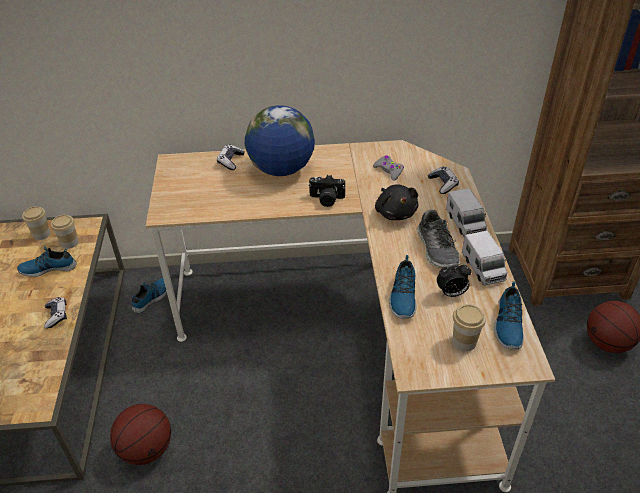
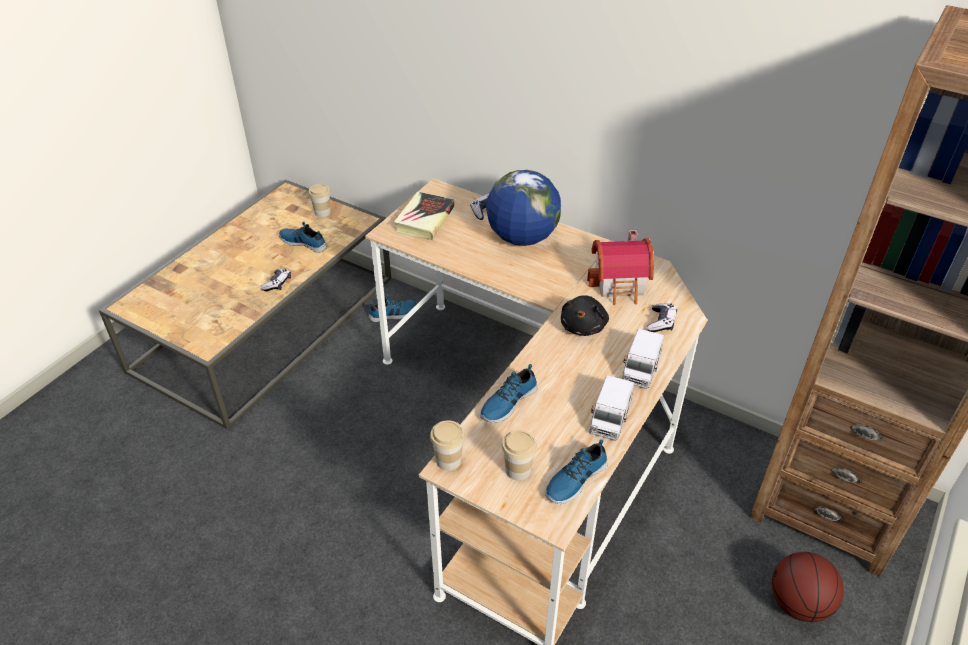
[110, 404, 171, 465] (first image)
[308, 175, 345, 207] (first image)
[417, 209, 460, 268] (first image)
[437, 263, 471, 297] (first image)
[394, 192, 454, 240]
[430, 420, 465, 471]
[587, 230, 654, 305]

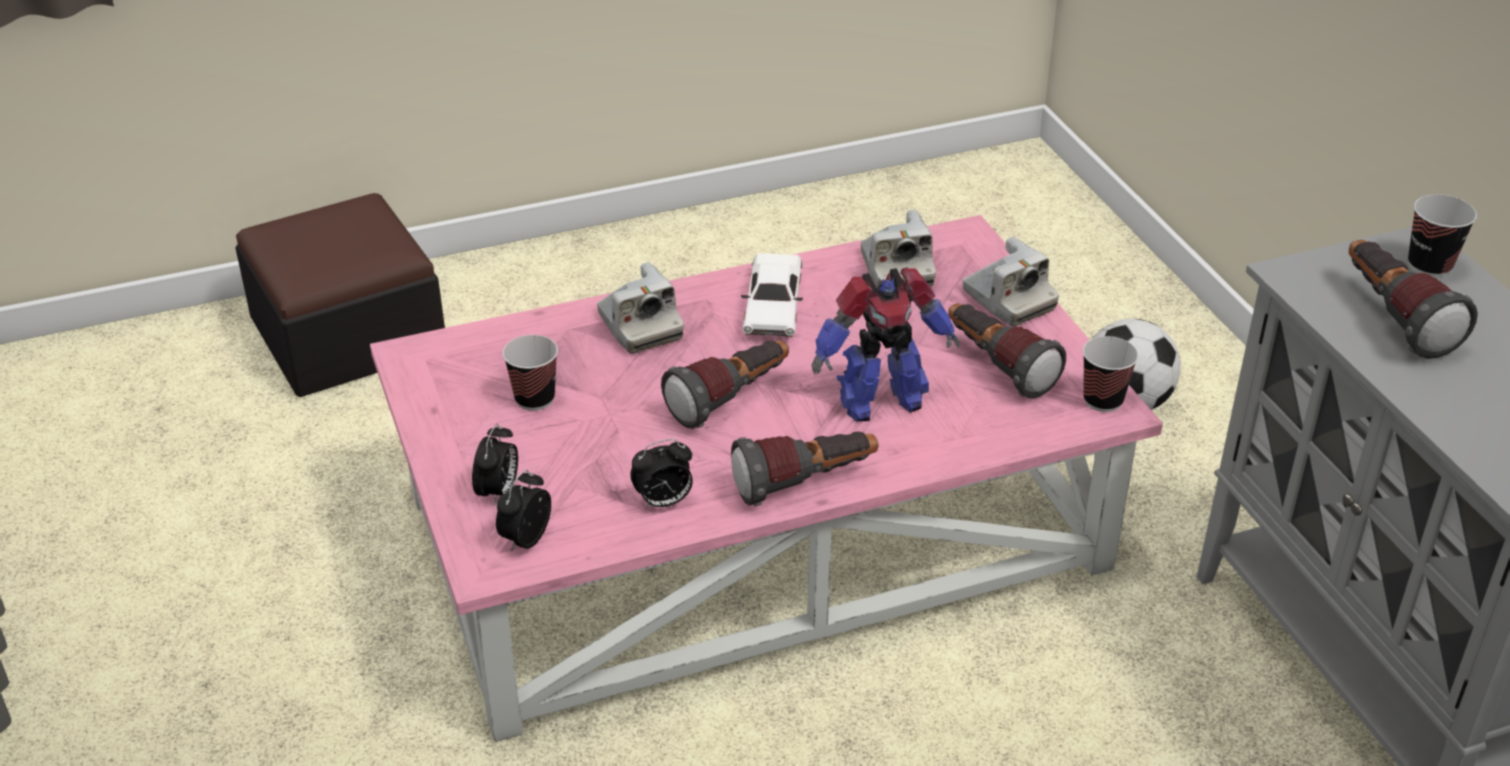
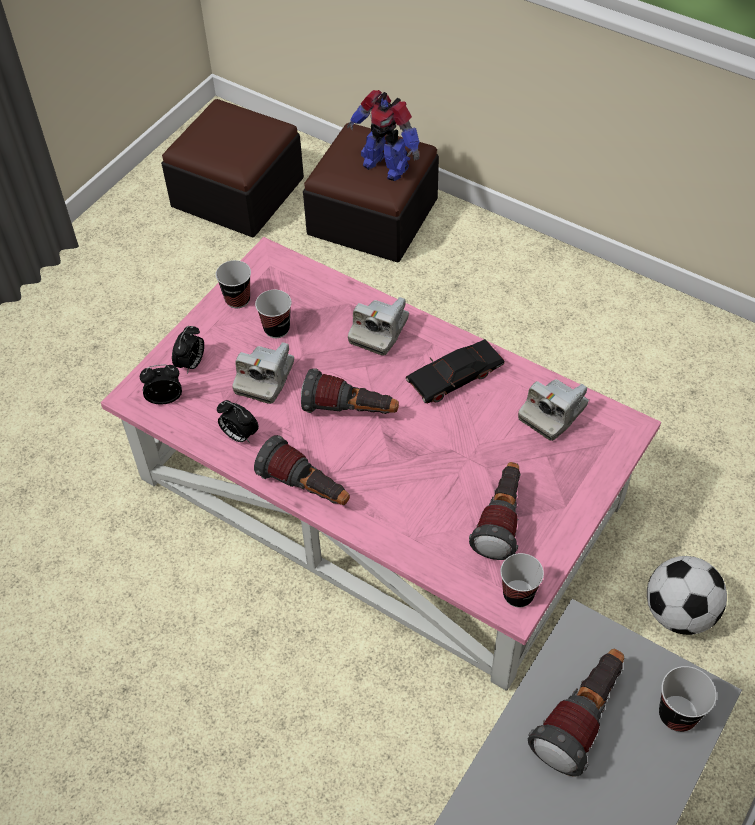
[161, 99, 304, 237]
[216, 260, 251, 308]
[347, 90, 420, 181]
[232, 342, 294, 404]
[406, 339, 505, 404]
[172, 326, 204, 374]

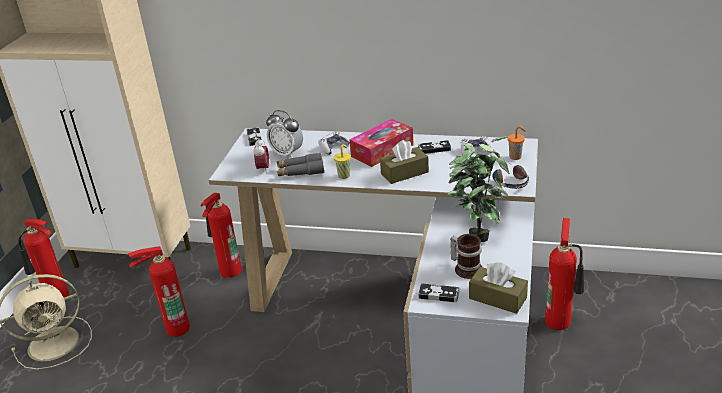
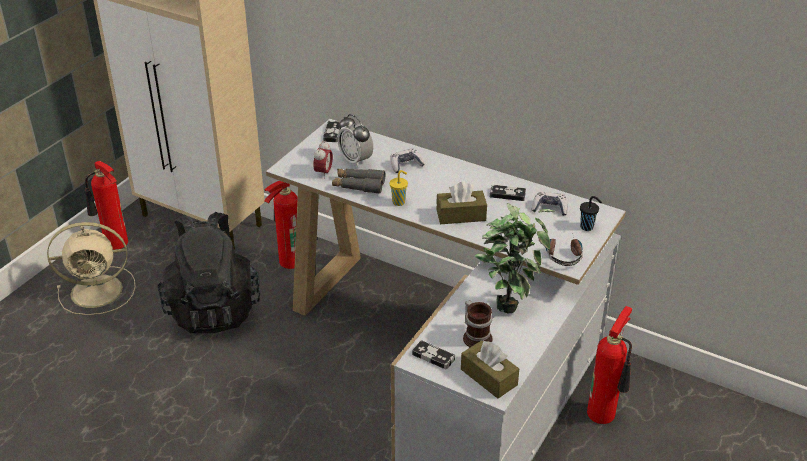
[349, 119, 414, 167] (first image)
[158, 212, 260, 334]
[580, 196, 602, 231]

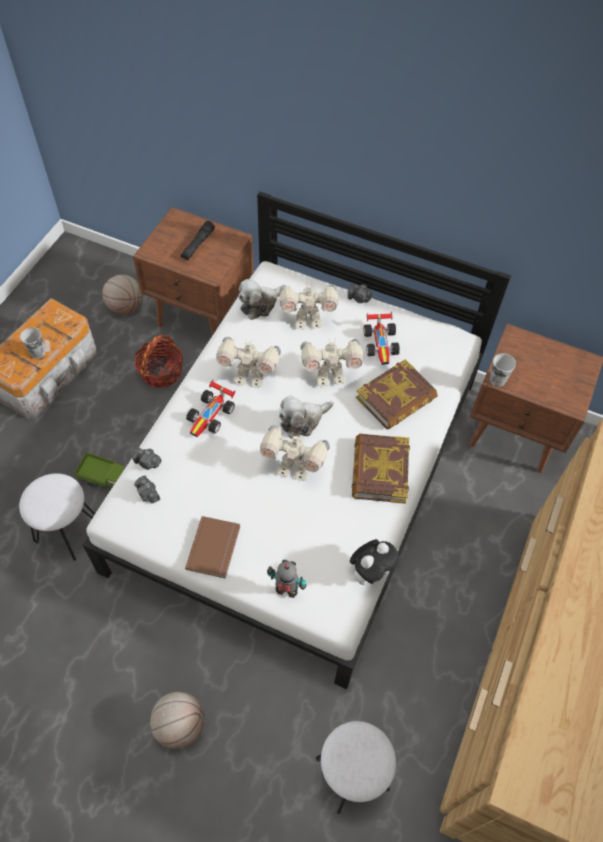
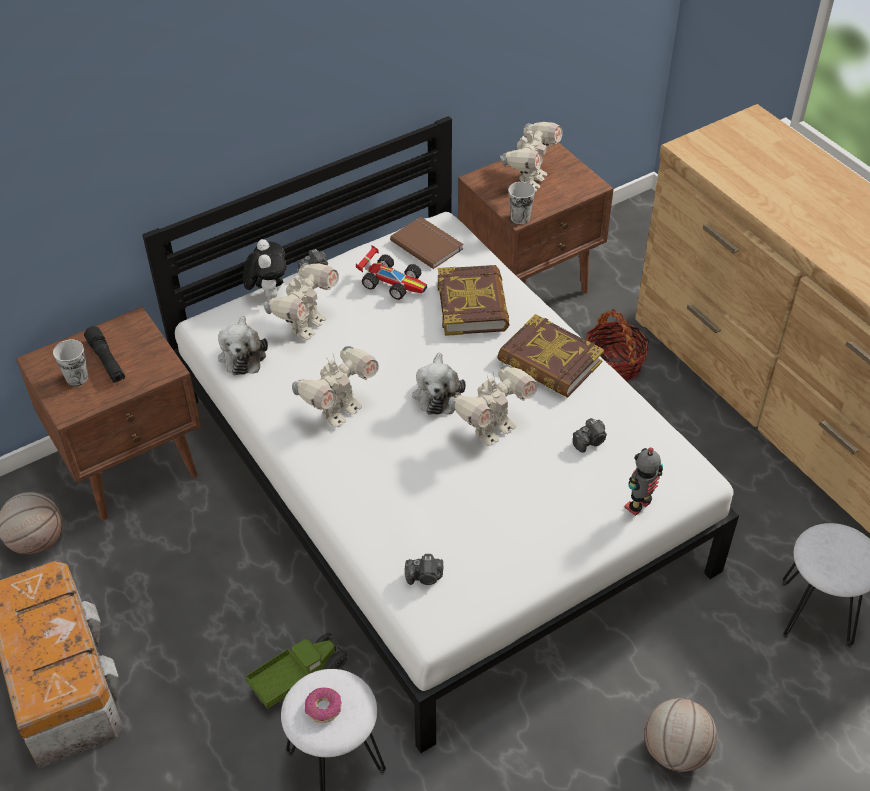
[186, 380, 235, 437] (first image)
[305, 687, 342, 723]
[53, 339, 88, 386]
[573, 418, 607, 453]
[586, 309, 649, 381]
[390, 217, 463, 269]
[500, 122, 563, 192]
[243, 239, 287, 299]

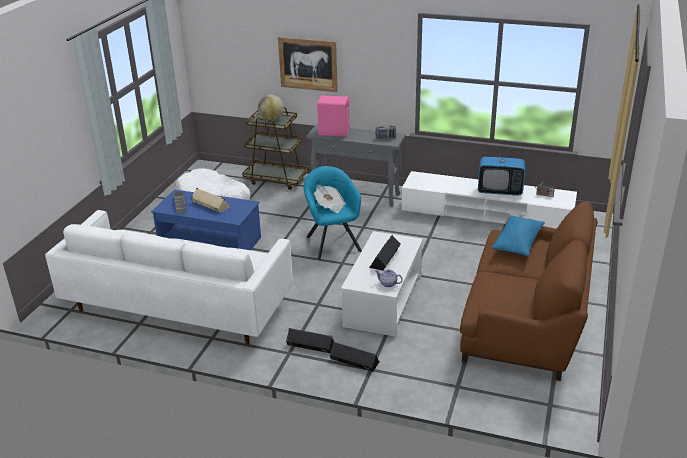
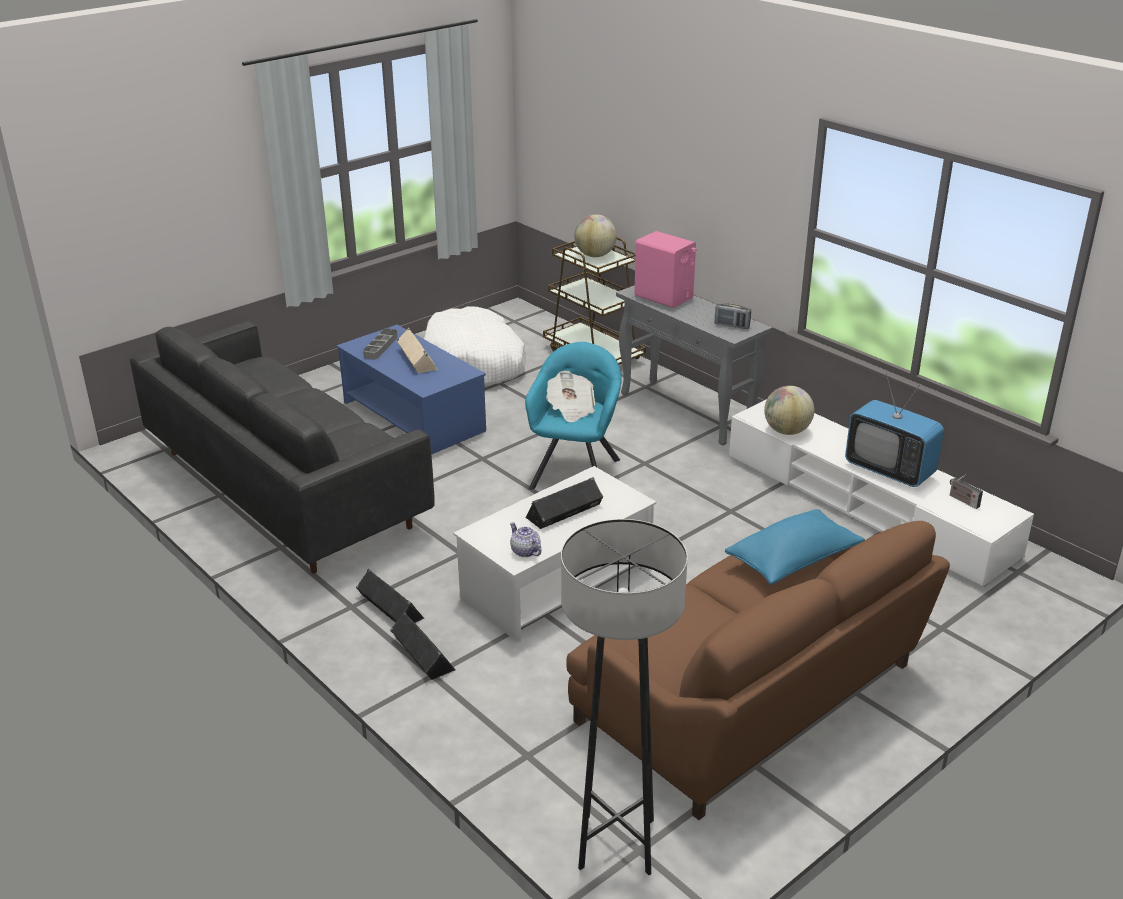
[278, 37, 338, 92] (first image)
[561, 519, 688, 875]
[764, 386, 814, 435]
[130, 321, 435, 574]

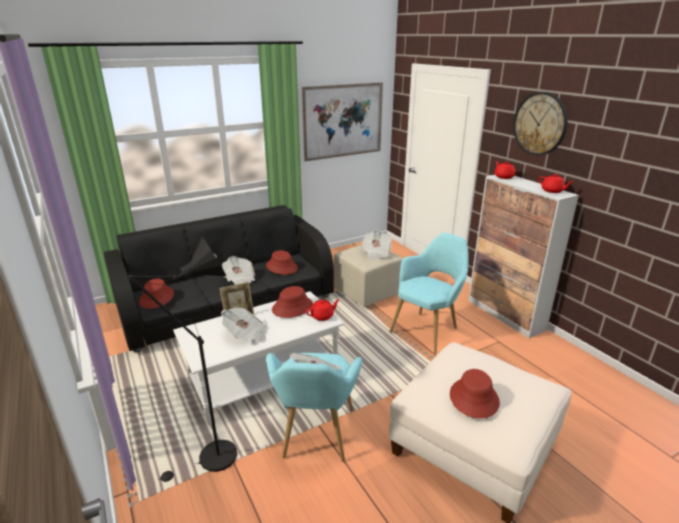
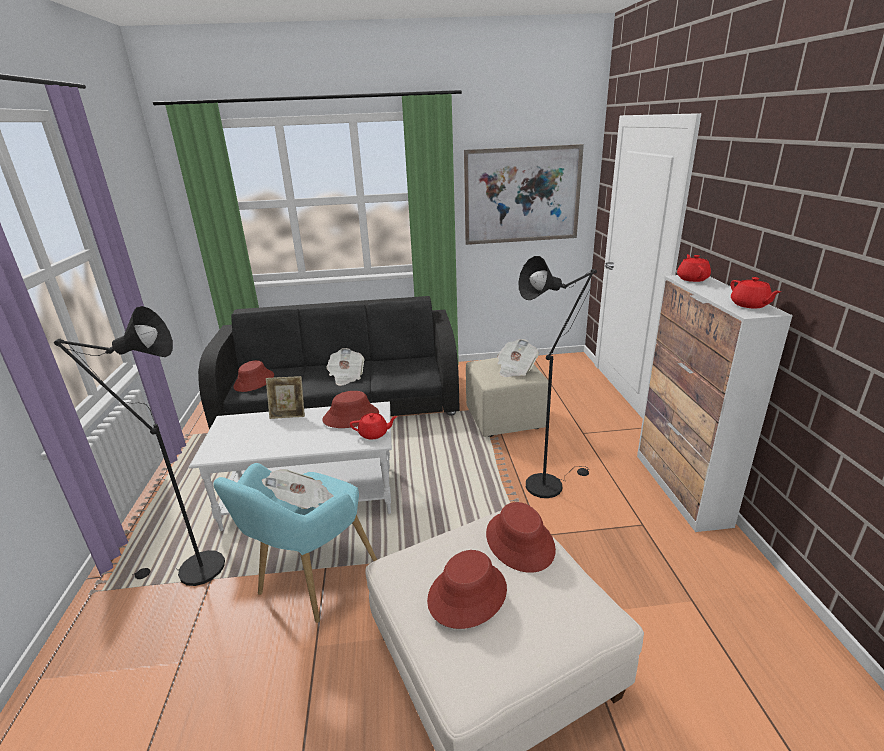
[221, 308, 266, 343] (first image)
[513, 92, 568, 155] (first image)
[486, 502, 556, 573]
[518, 256, 598, 498]

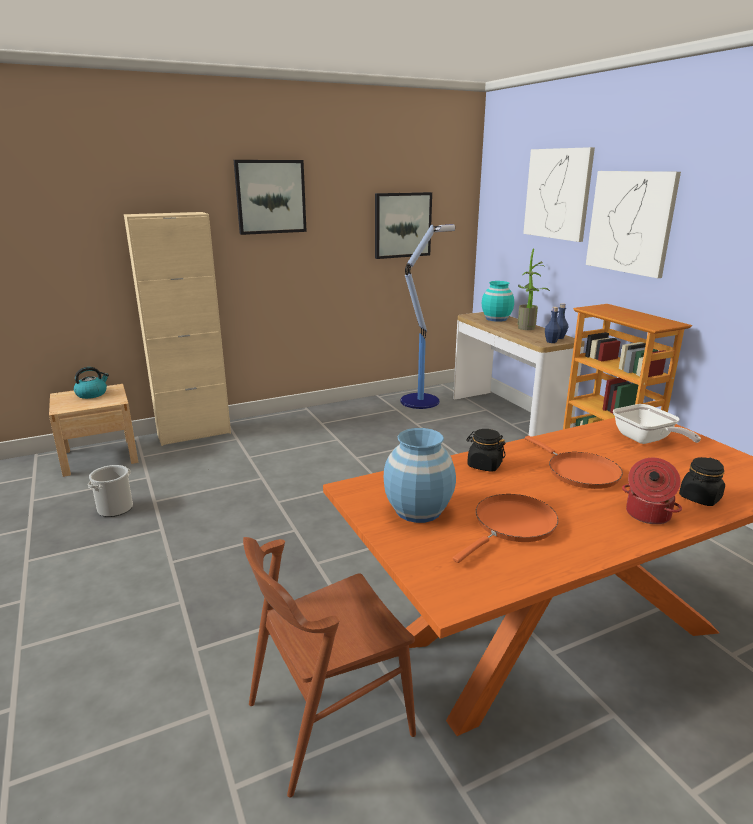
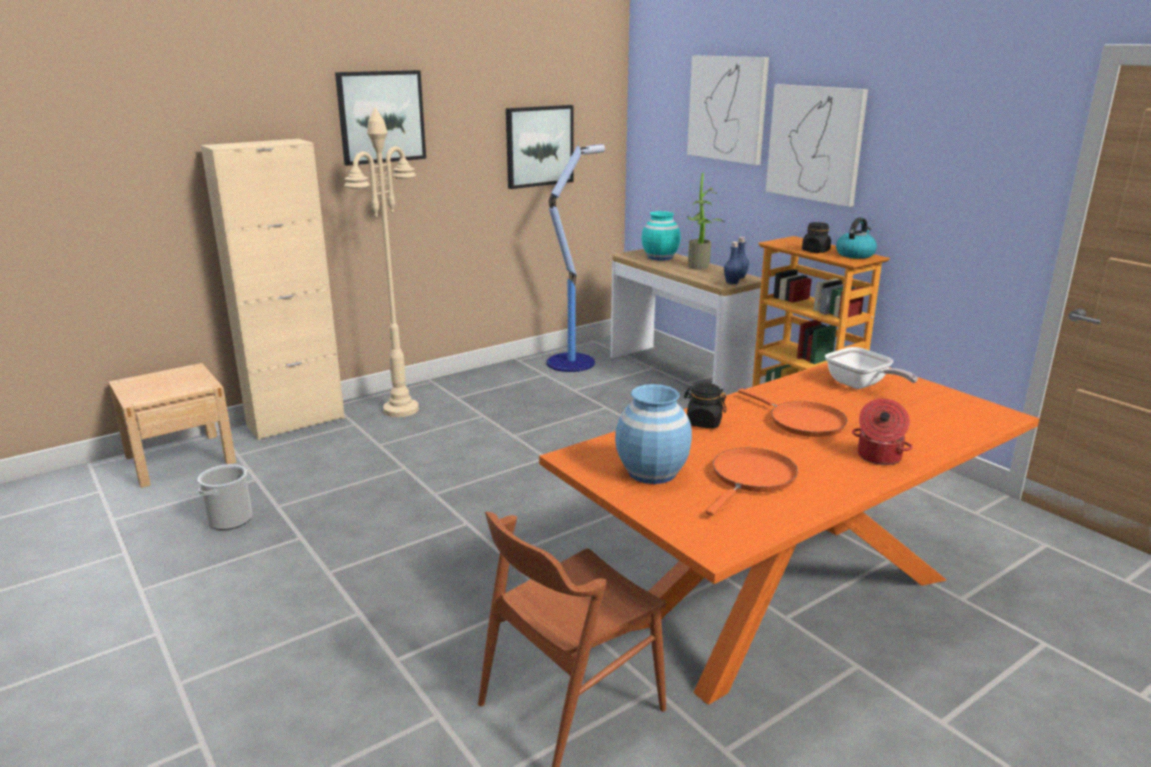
[344, 108, 419, 417]
[836, 217, 877, 259]
[802, 222, 831, 253]

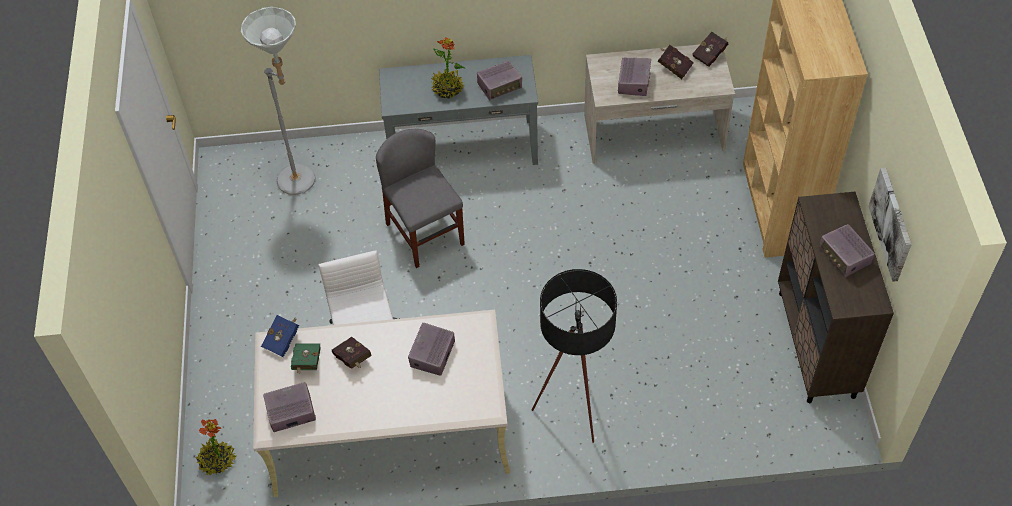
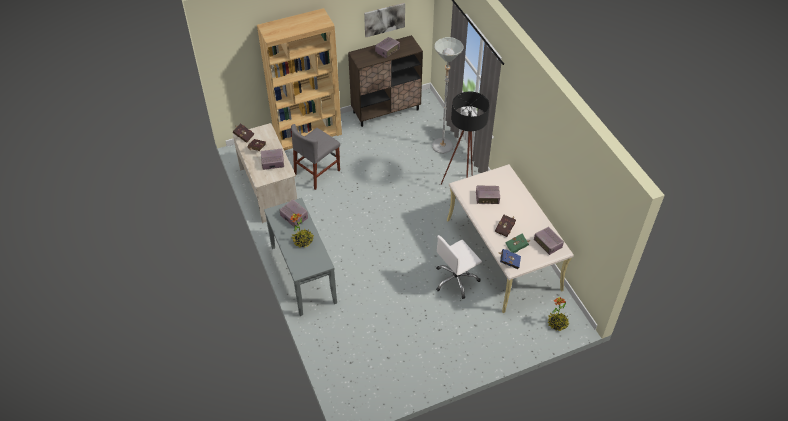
[432, 37, 463, 154]
[291, 124, 340, 190]

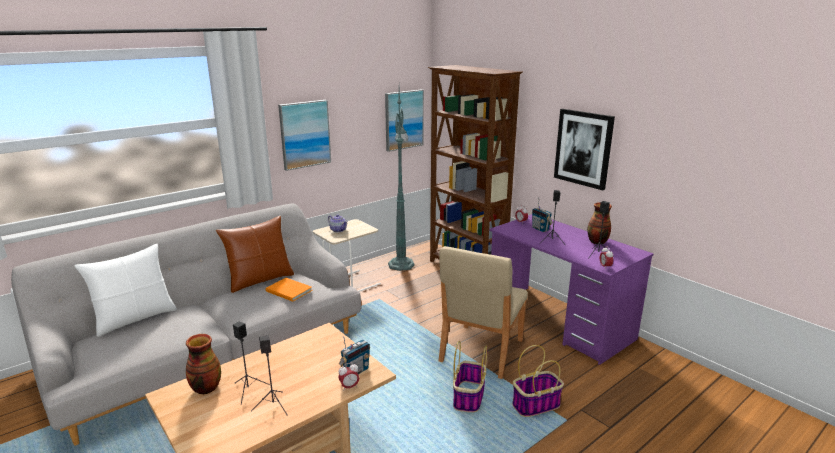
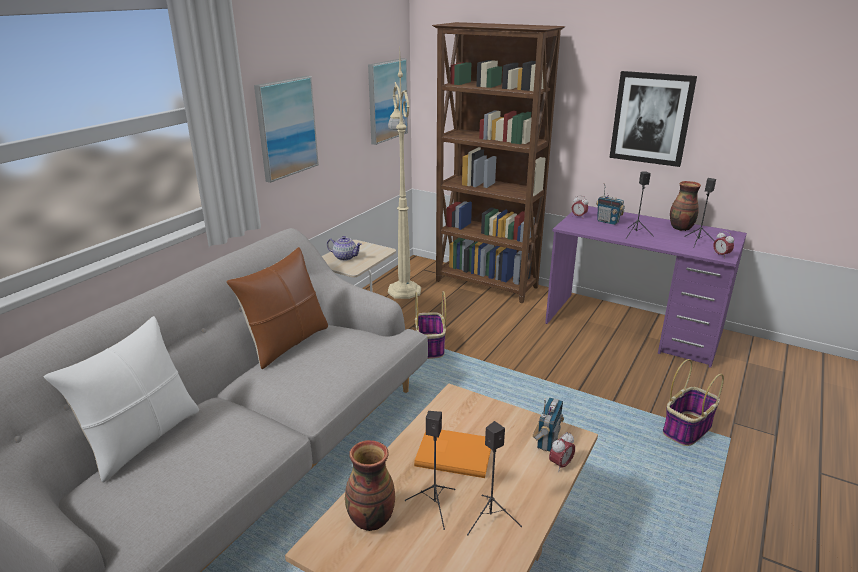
[438, 246, 528, 379] (first image)
[414, 430, 491, 478]
[415, 291, 446, 359]
[388, 52, 421, 299]

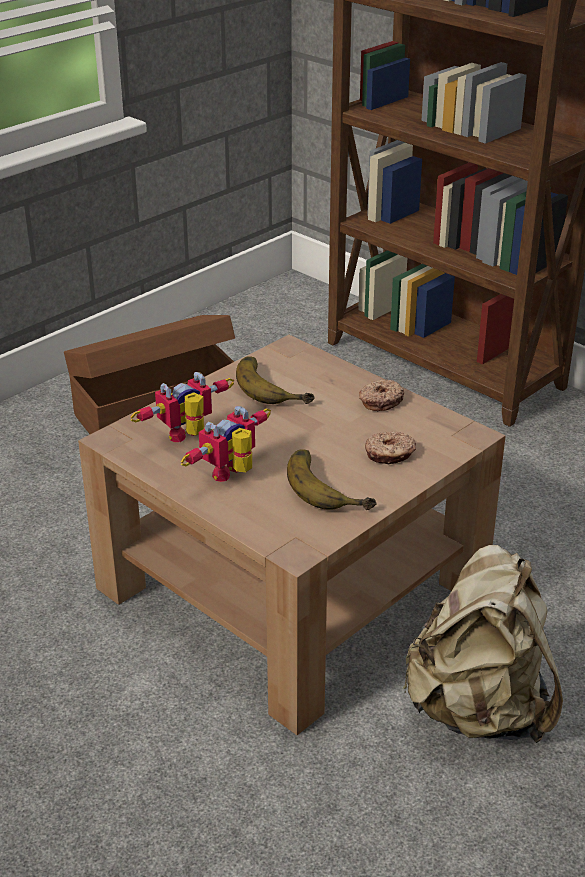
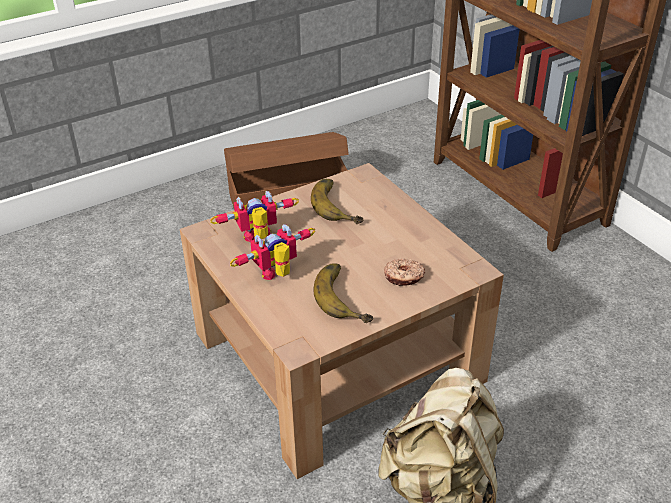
[359, 380, 404, 411] (first image)

